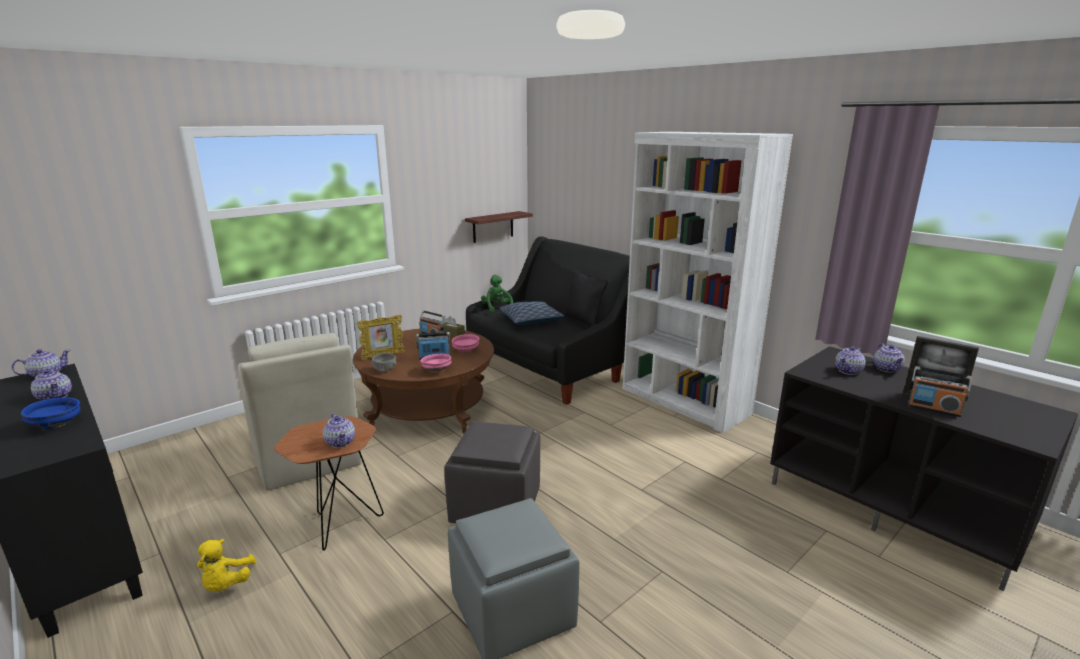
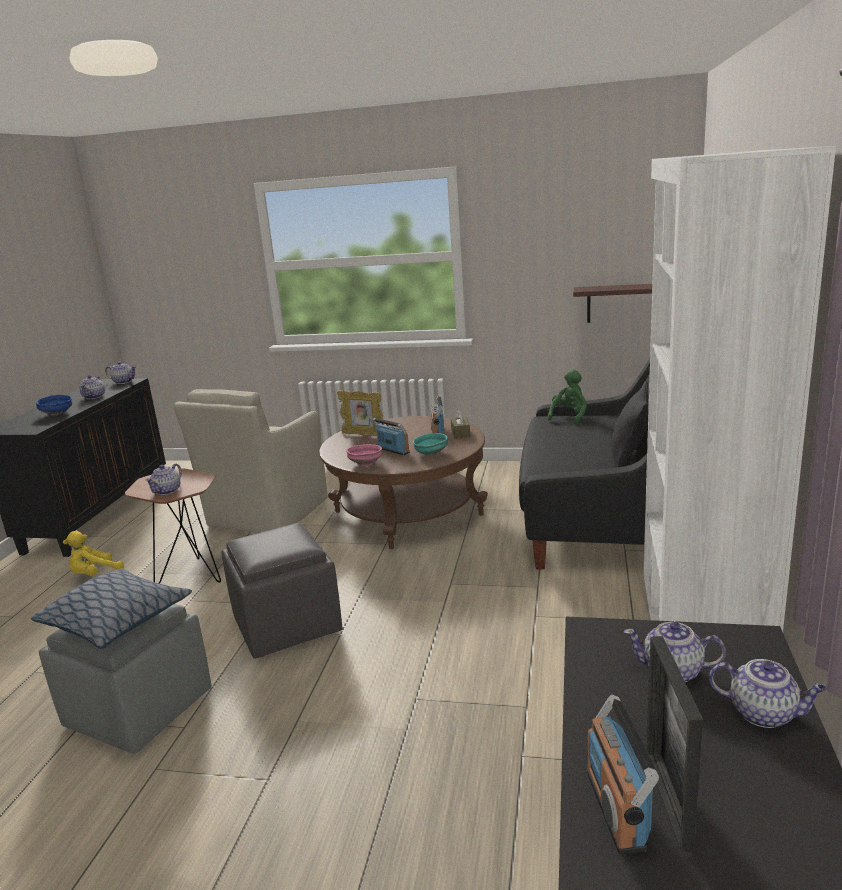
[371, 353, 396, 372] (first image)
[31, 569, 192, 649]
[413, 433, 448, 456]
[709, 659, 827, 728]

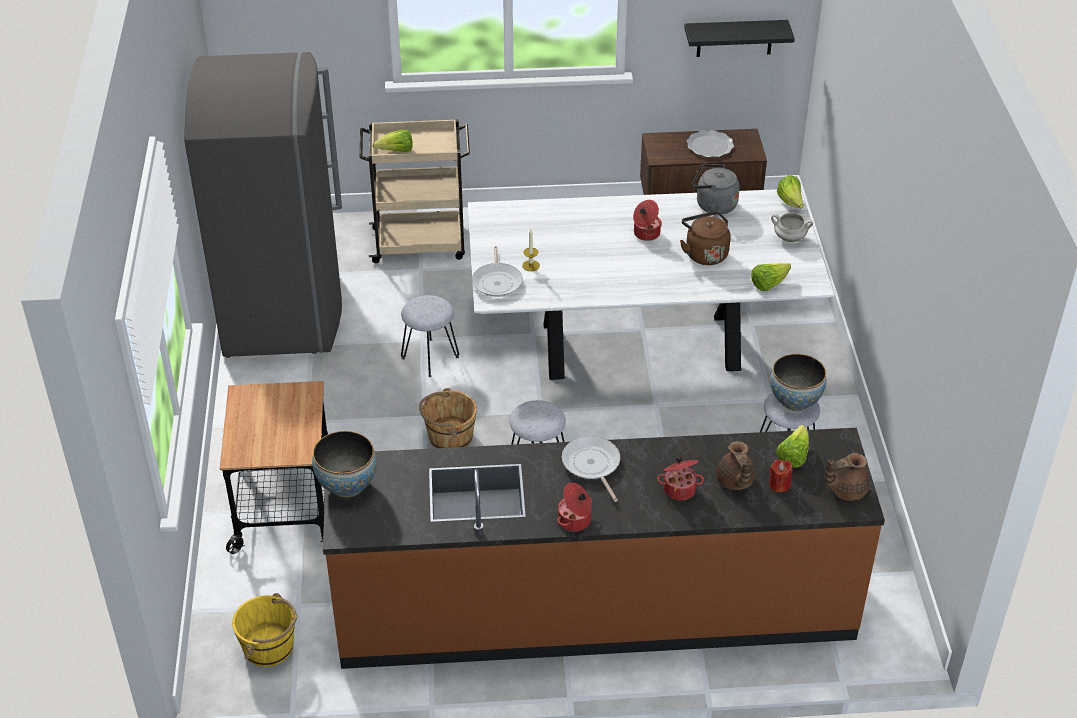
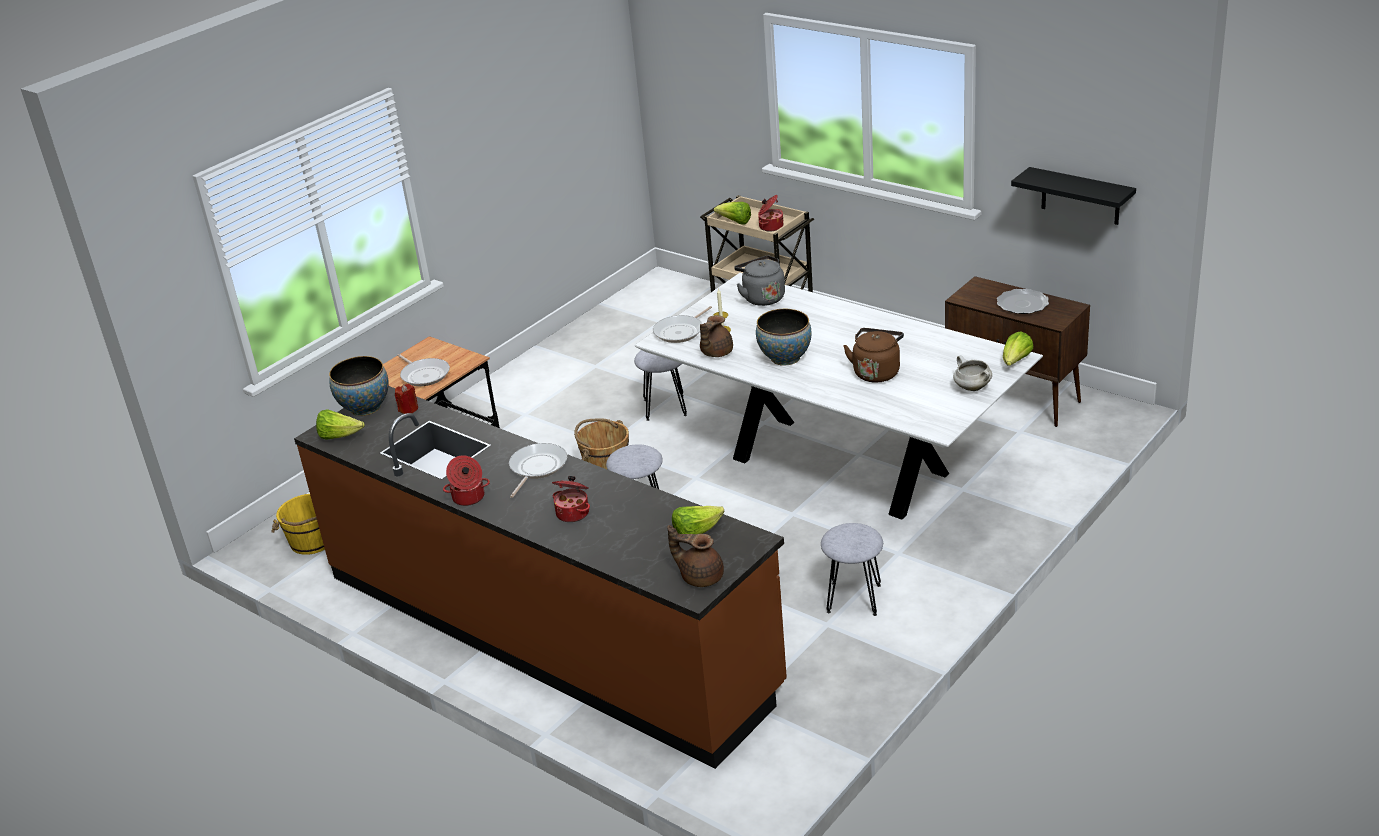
[184, 52, 342, 358] (first image)
[397, 354, 450, 386]
[758, 195, 783, 232]
[734, 255, 785, 306]
[700, 315, 733, 357]
[316, 409, 365, 440]
[395, 384, 418, 414]
[756, 309, 811, 366]

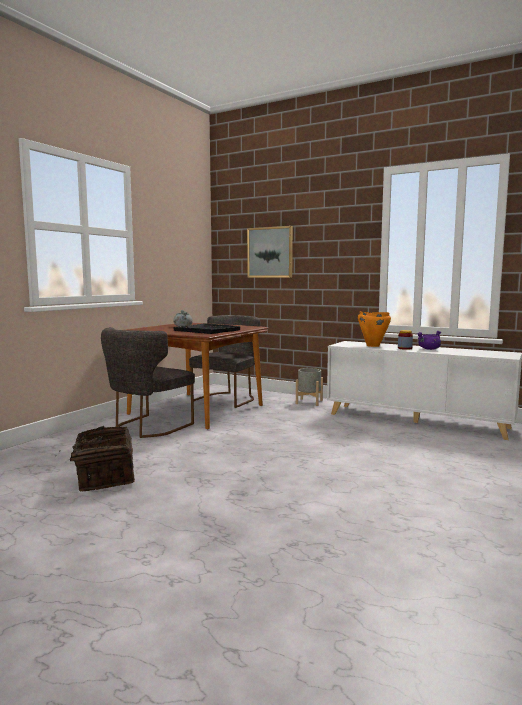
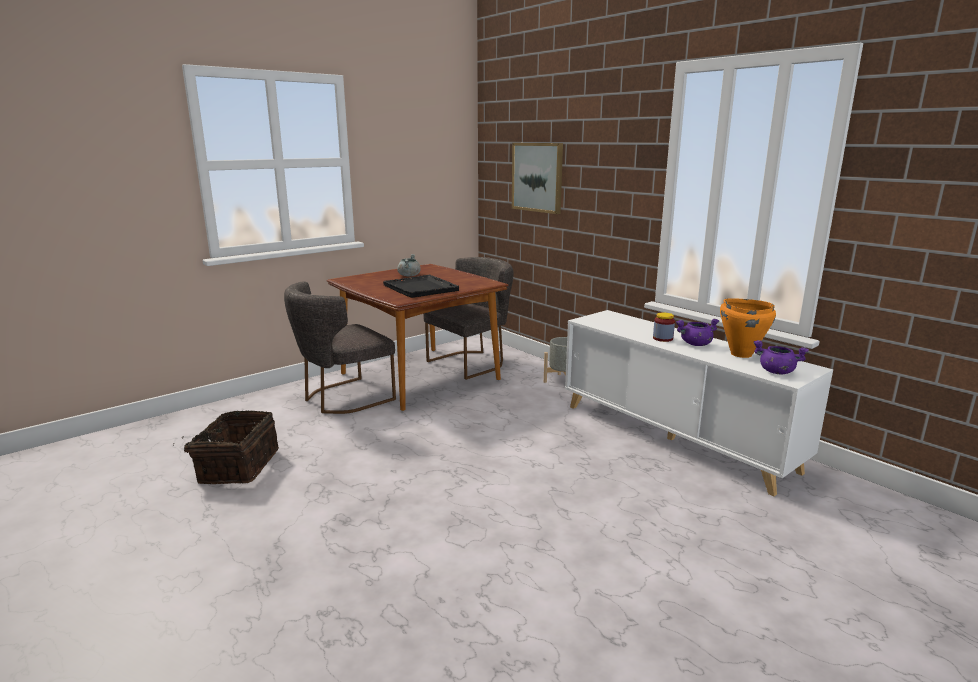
[753, 340, 809, 374]
[720, 298, 776, 358]

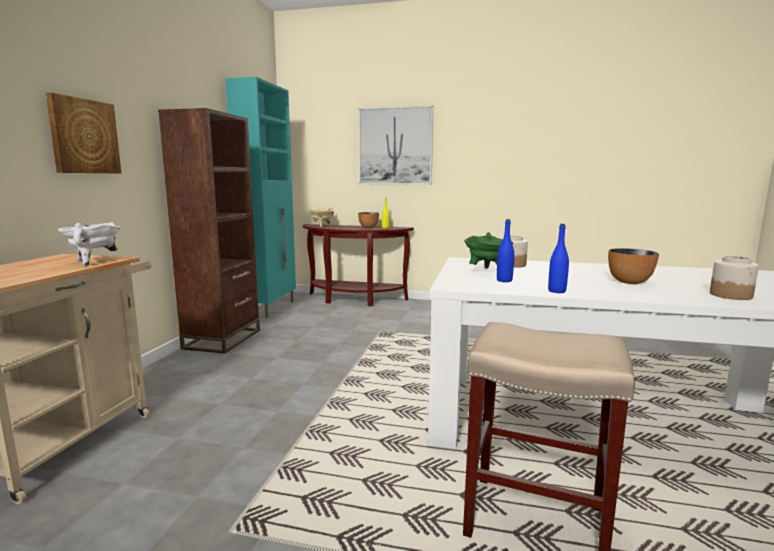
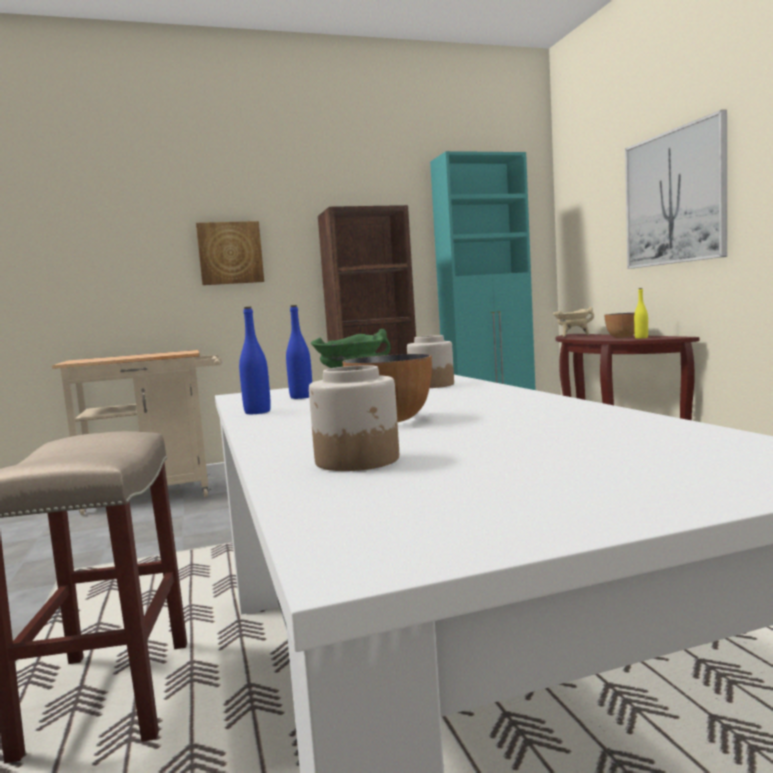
[58, 222, 121, 266] (first image)

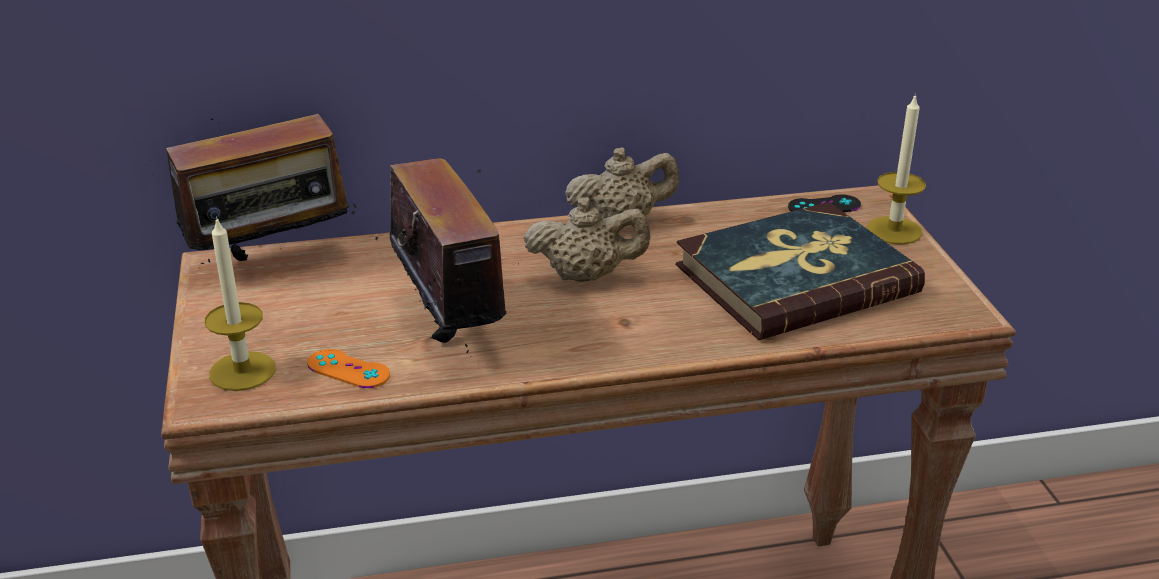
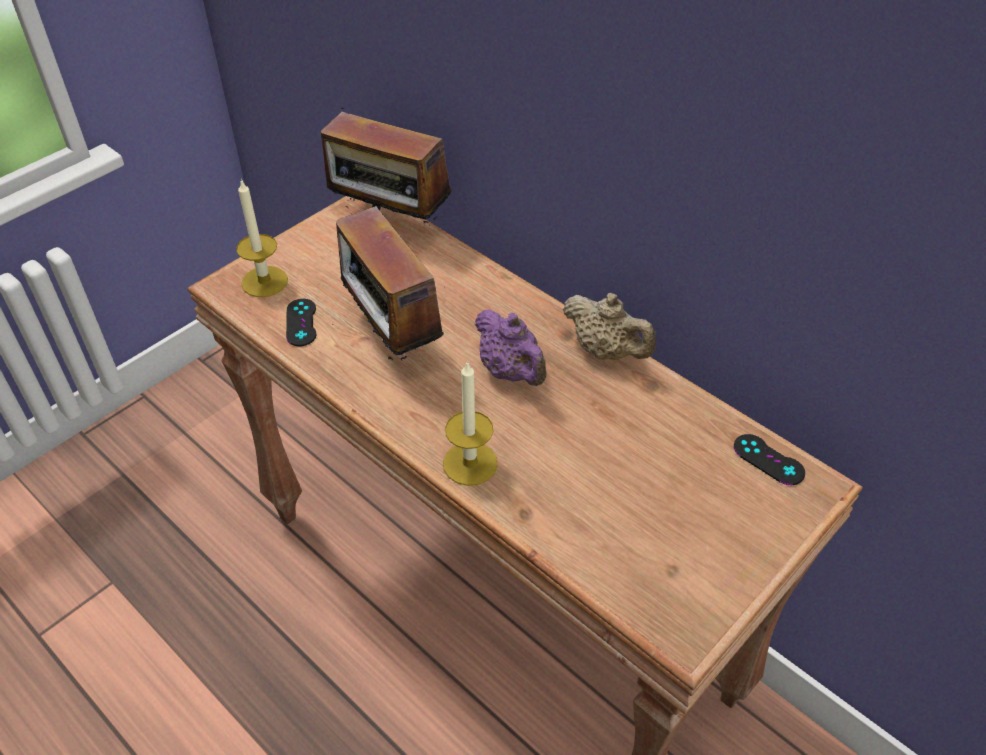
[676, 202, 925, 340] (first image)
[443, 361, 498, 486]
[286, 299, 316, 346]
[475, 309, 546, 386]
[336, 206, 444, 361]

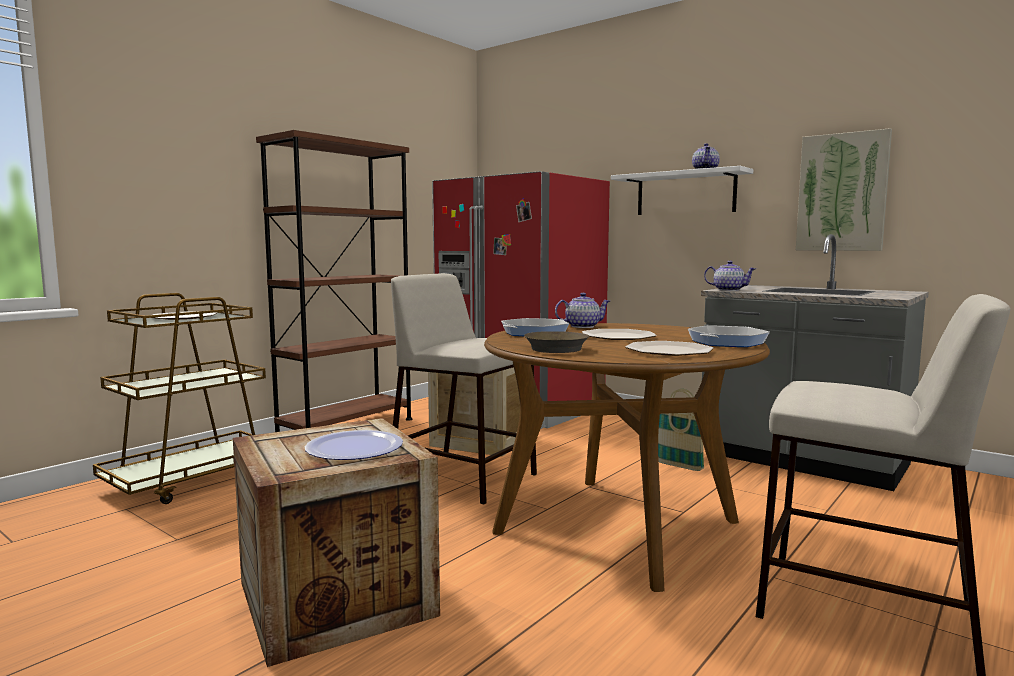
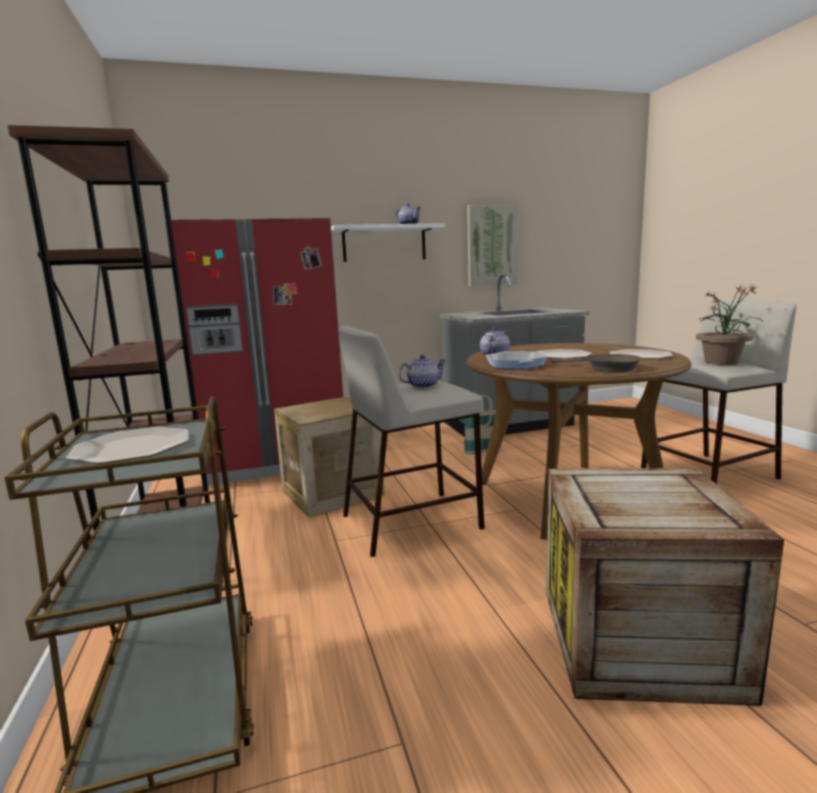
[305, 430, 403, 460] (first image)
[688, 325, 770, 347] (first image)
[696, 284, 763, 365]
[398, 355, 446, 388]

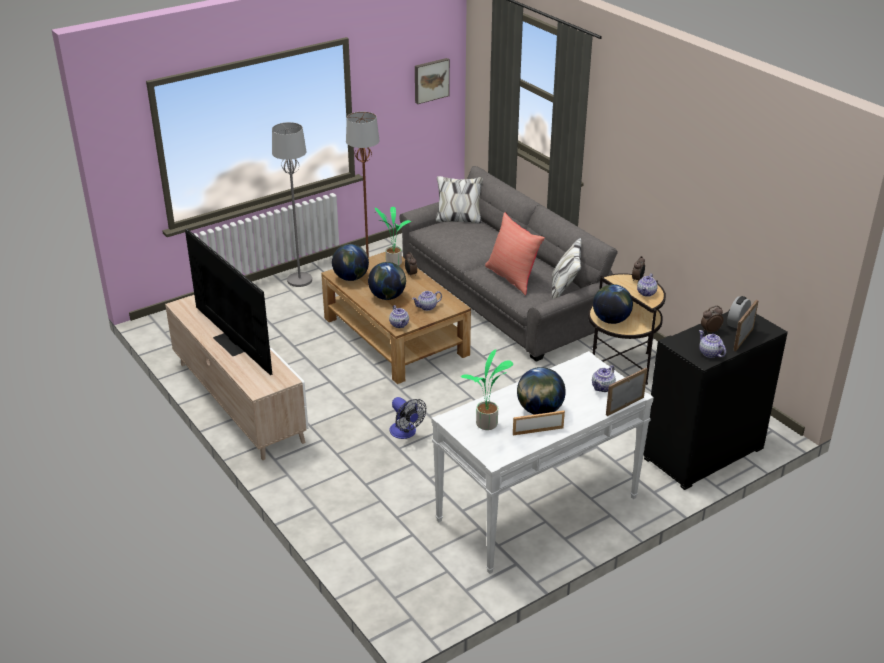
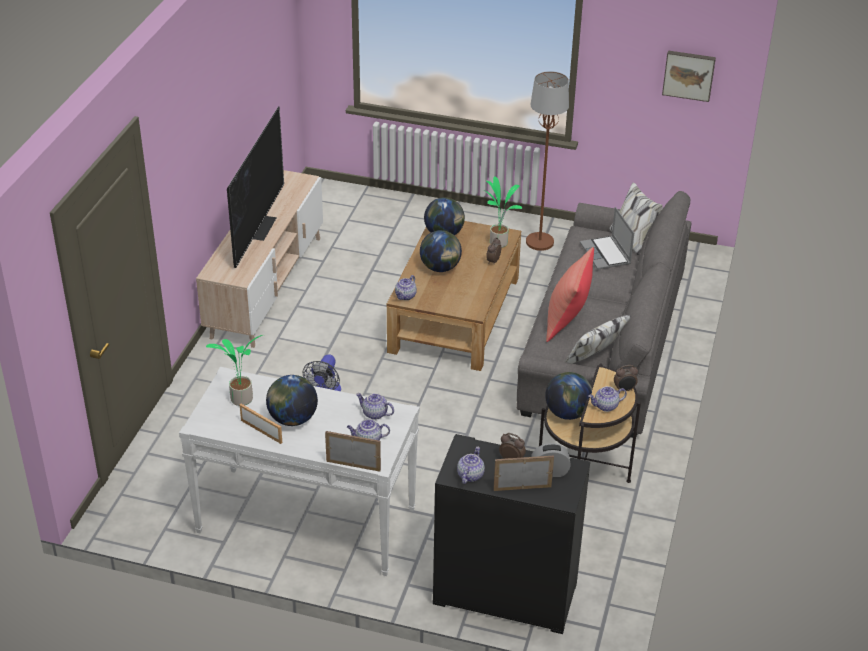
[272, 122, 312, 287] (first image)
[580, 207, 634, 270]
[356, 393, 394, 420]

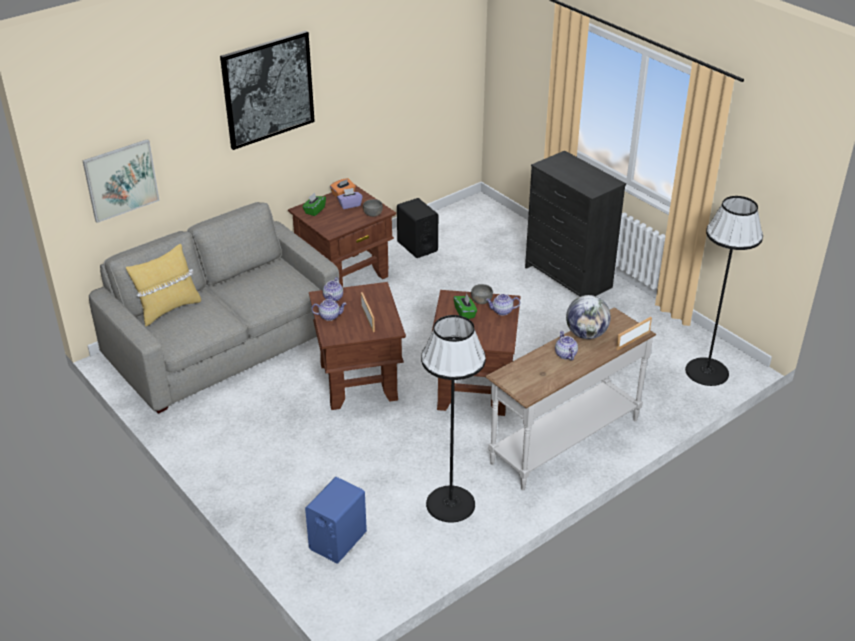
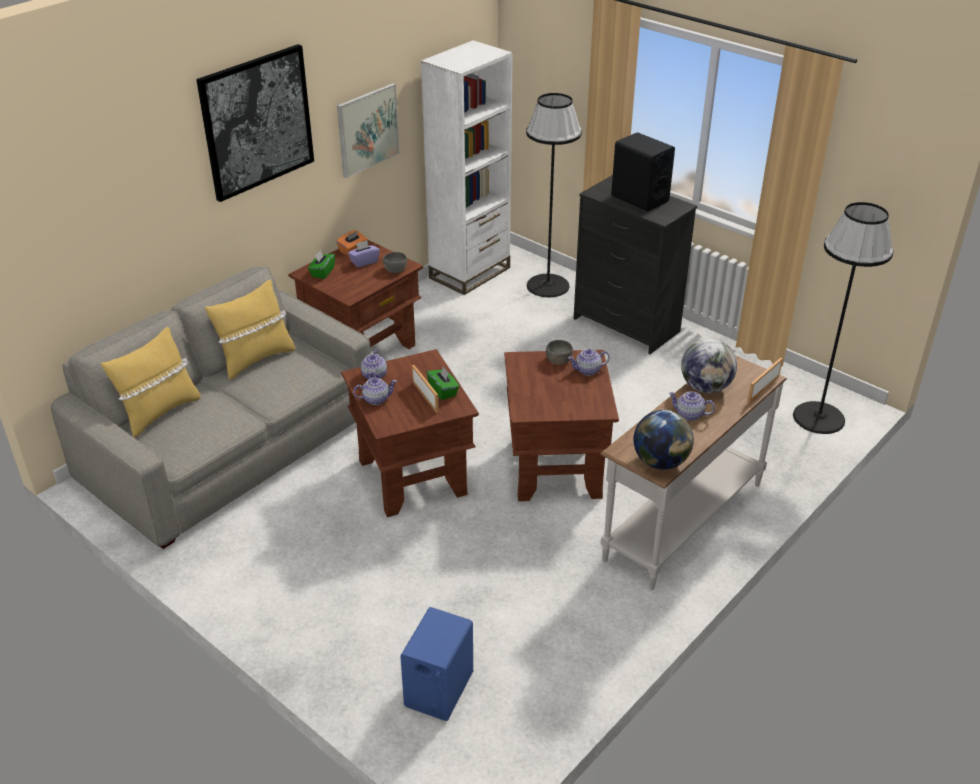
[205, 279, 295, 380]
[421, 40, 513, 295]
[634, 410, 694, 470]
[337, 83, 400, 178]
[611, 132, 675, 211]
[526, 93, 582, 297]
[427, 366, 459, 400]
[669, 391, 715, 421]

